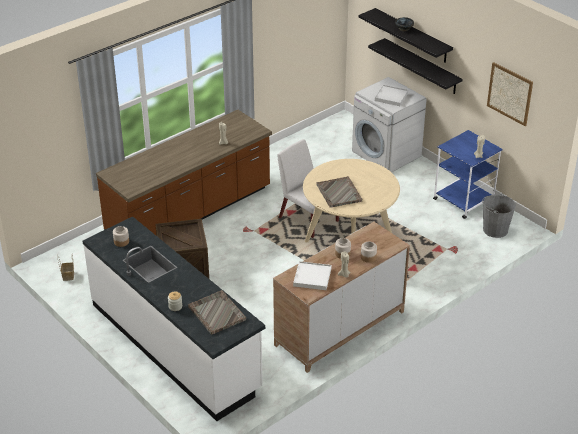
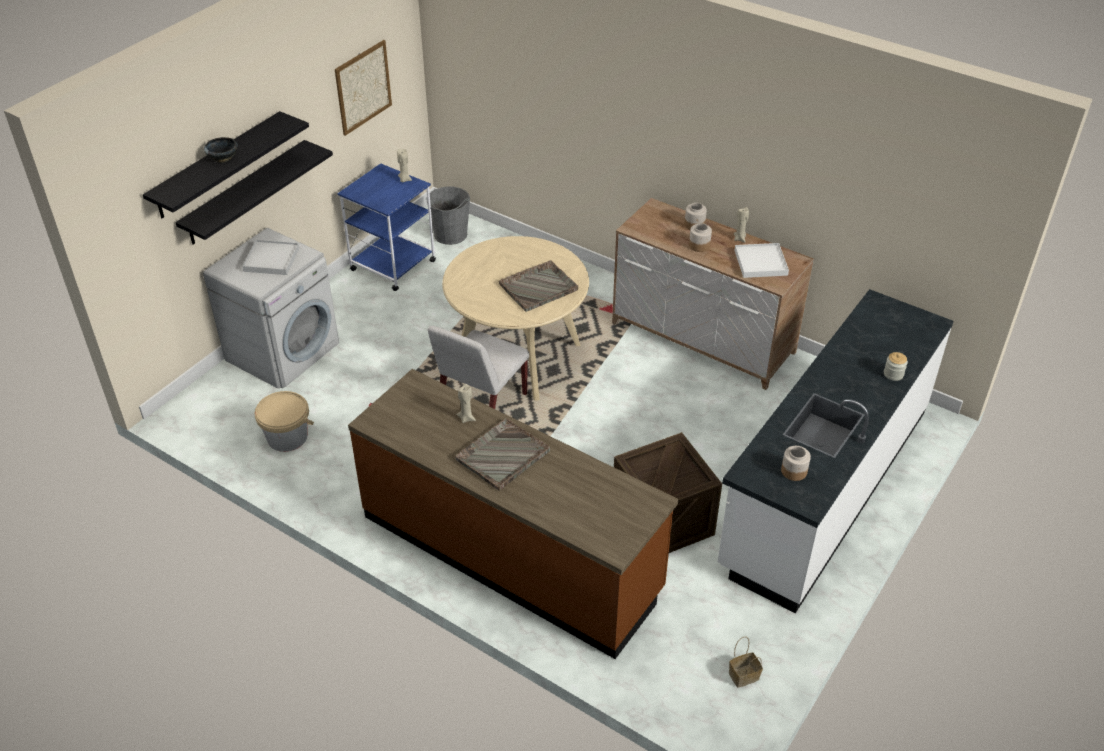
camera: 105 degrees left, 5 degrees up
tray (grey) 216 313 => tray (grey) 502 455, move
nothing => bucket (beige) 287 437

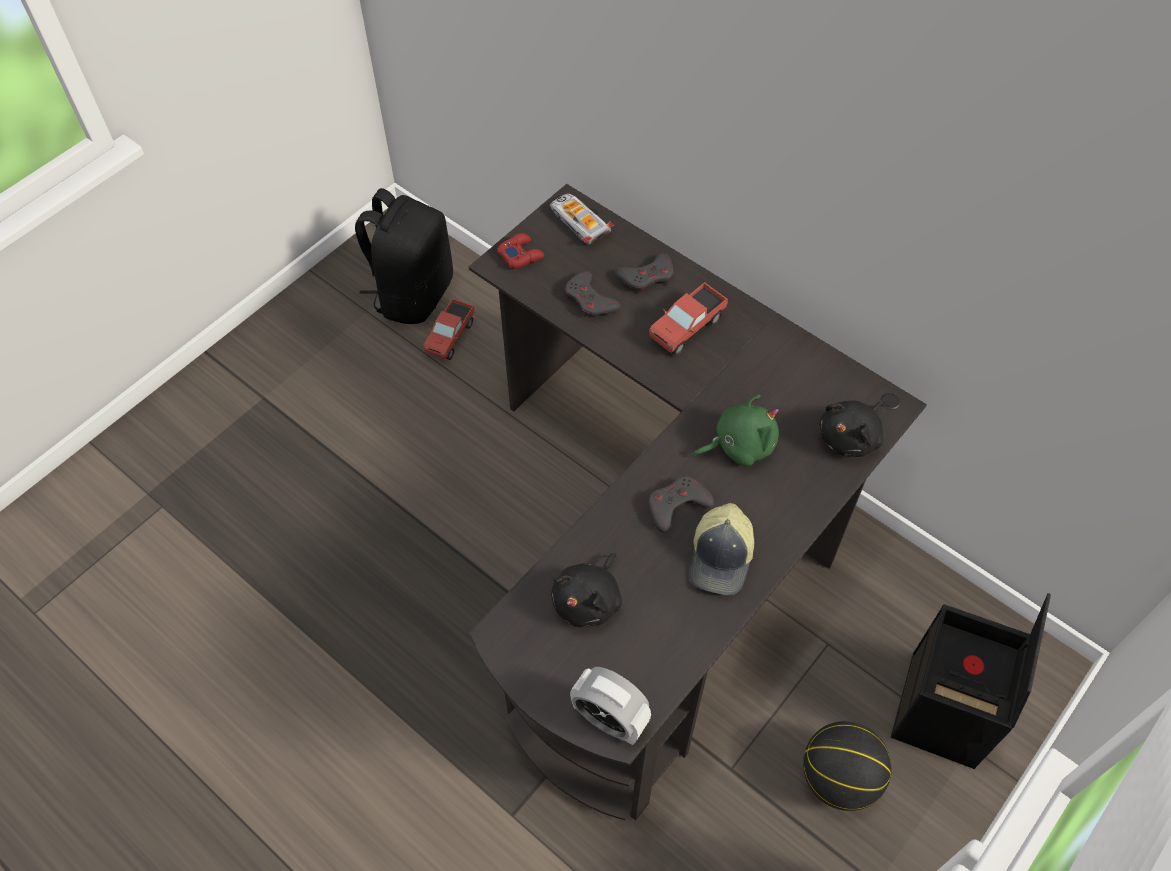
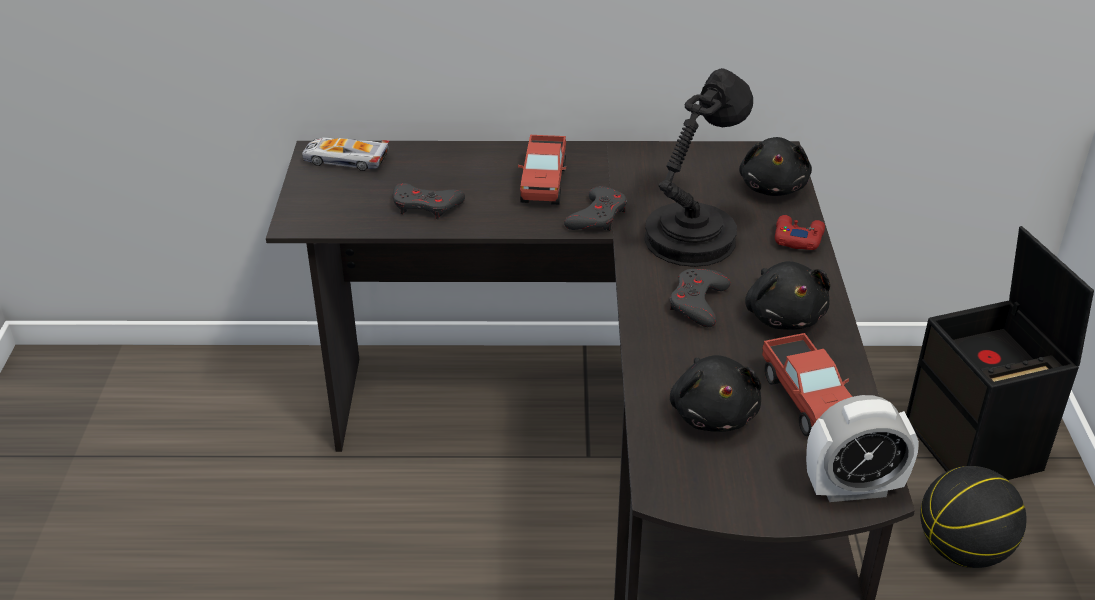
camera: 40 degrees left, 20 degrees down
backpack (black) 413 294 => nothing
game controller (red) 521 255 => game controller (red) 797 238, move
game controller (grey) 647 277 => game controller (grey) 597 216, move
toy truck 450 337 => toy truck 805 401, move
plush toy (green) 739 445 => table lamp (black) 693 236
cap 722 558 => plush toy (black) 784 316

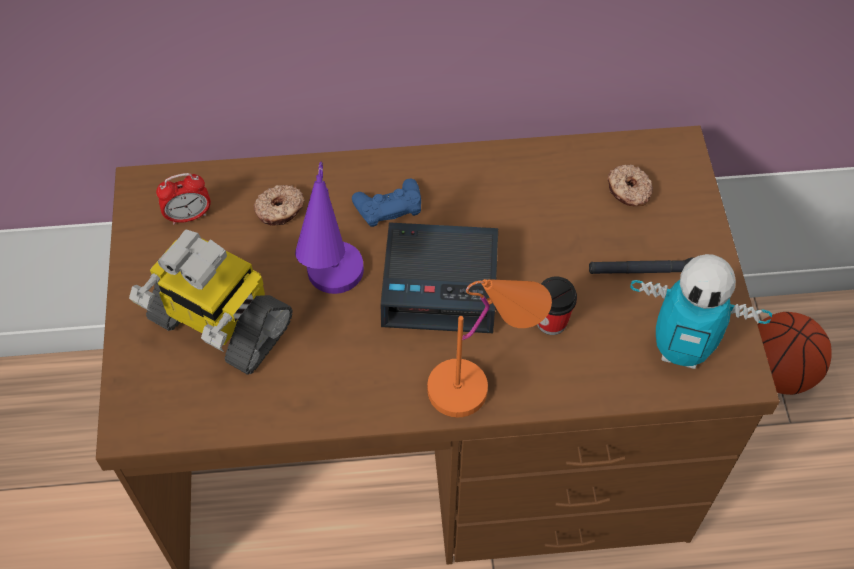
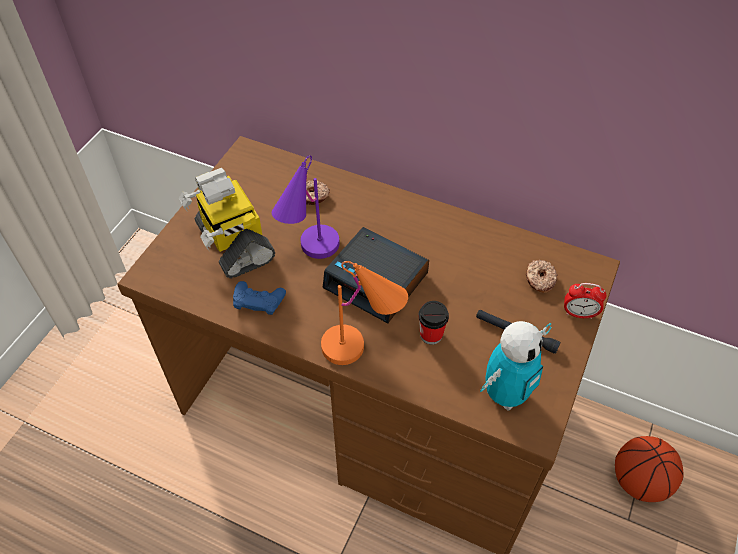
camera: 30 degrees right, 5 degrees down
alarm clock 189 216 => alarm clock 579 314, move
game controller (blue) 388 206 => game controller (blue) 258 300, move
toy robot 681 350 => toy robot 506 394, 90 degrees counterclockwise

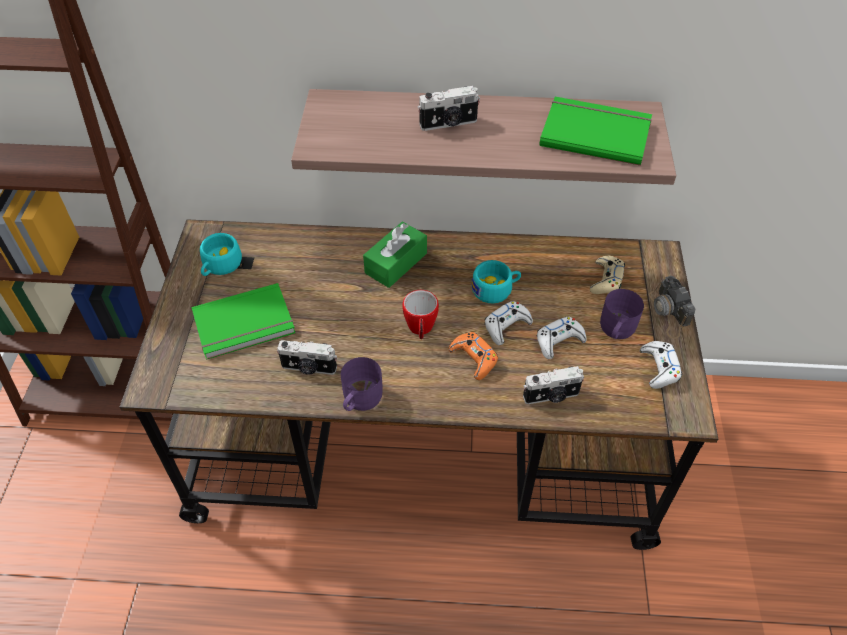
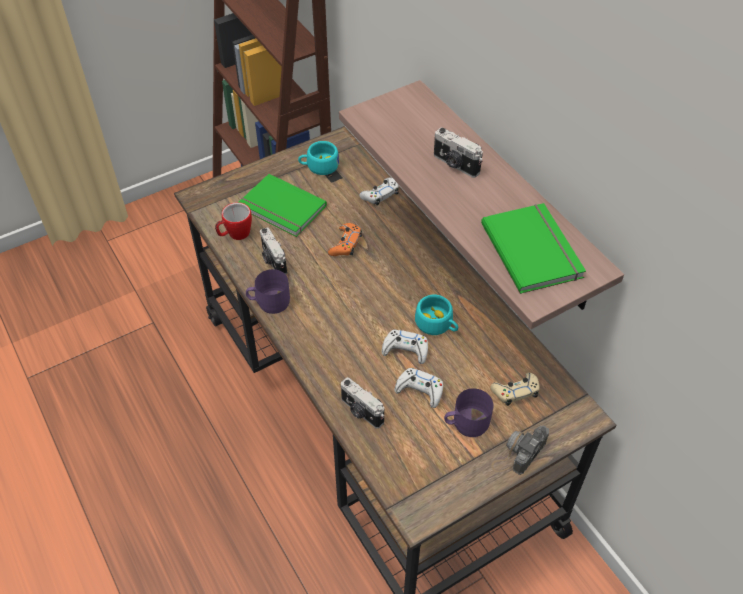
camera: 55 degrees right, 0 degrees up
tissue box (green) 396 263 => nothing
mug 420 329 => mug 235 234, move
game controller (orange) 474 358 => game controller (orange) 345 244, move
game controller (white) 659 368 => game controller (white) 380 195, move

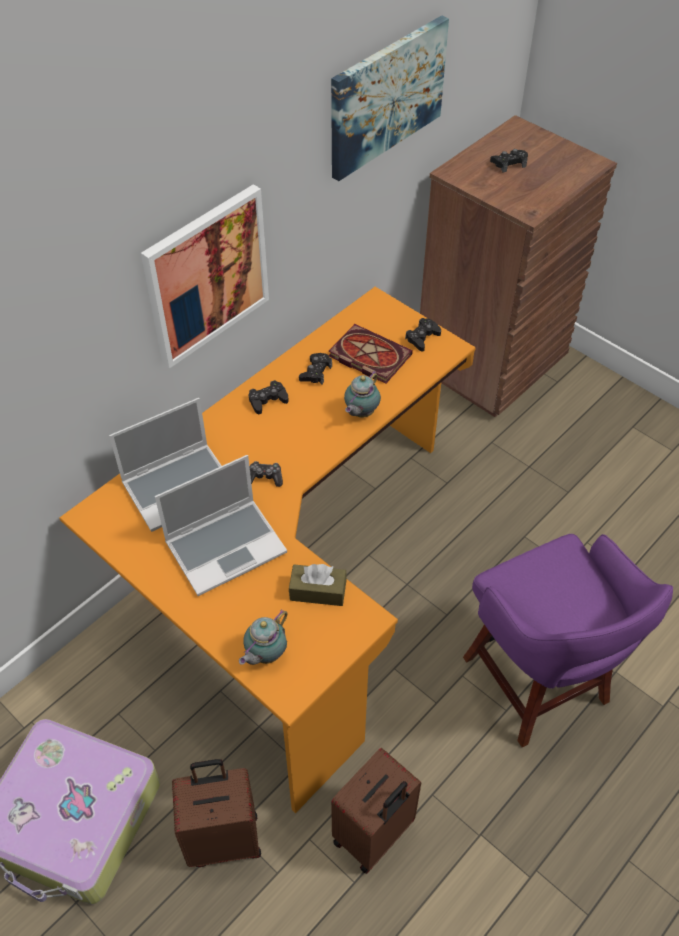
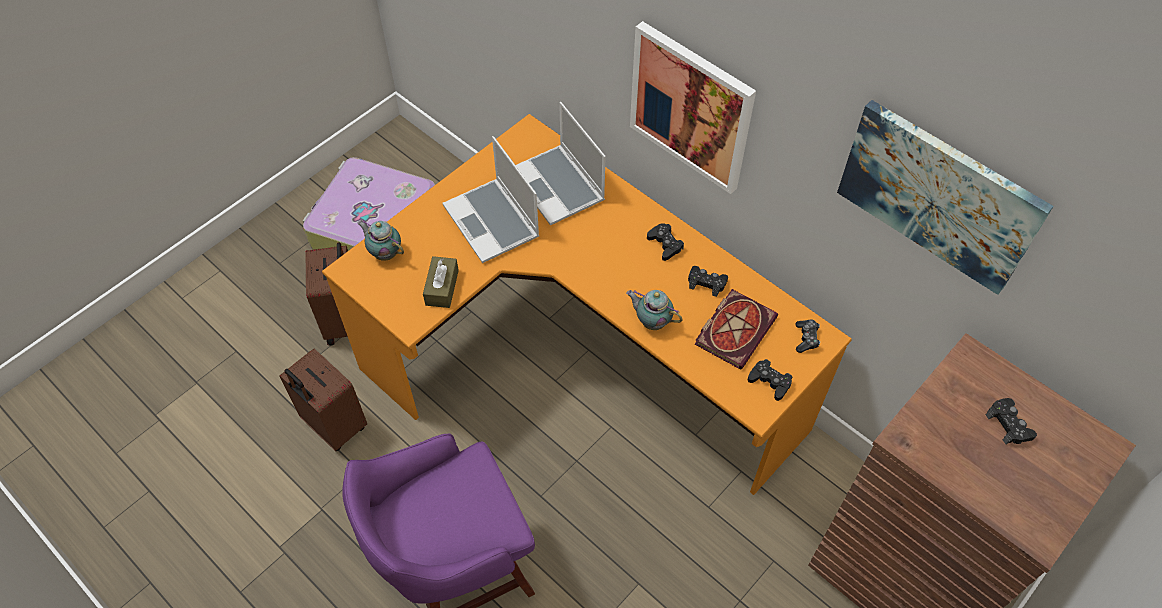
camera: 90 degrees right, 5 degrees up
game controller 265 477 => game controller 806 338, move

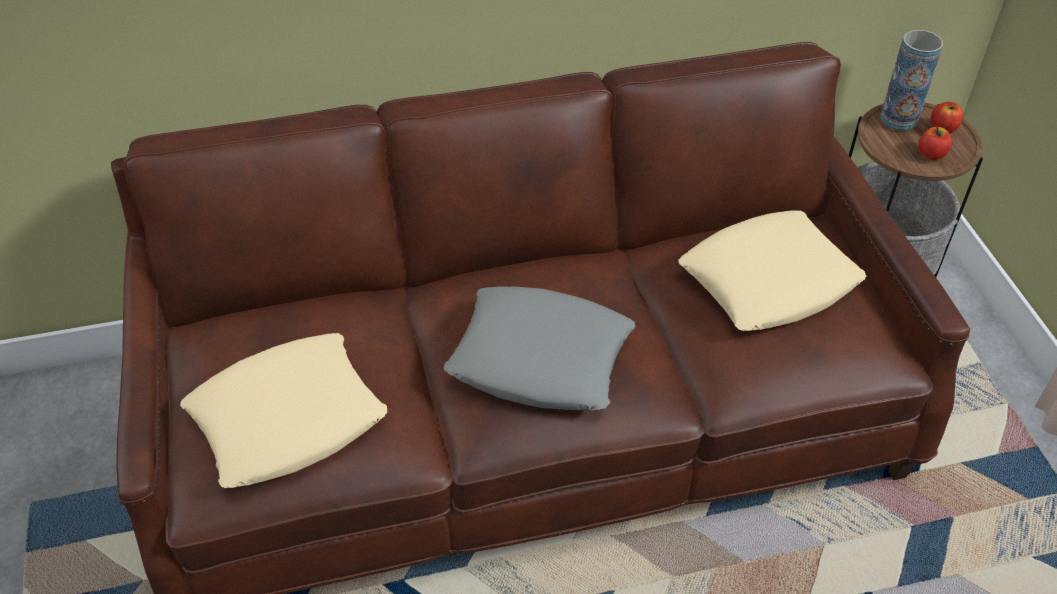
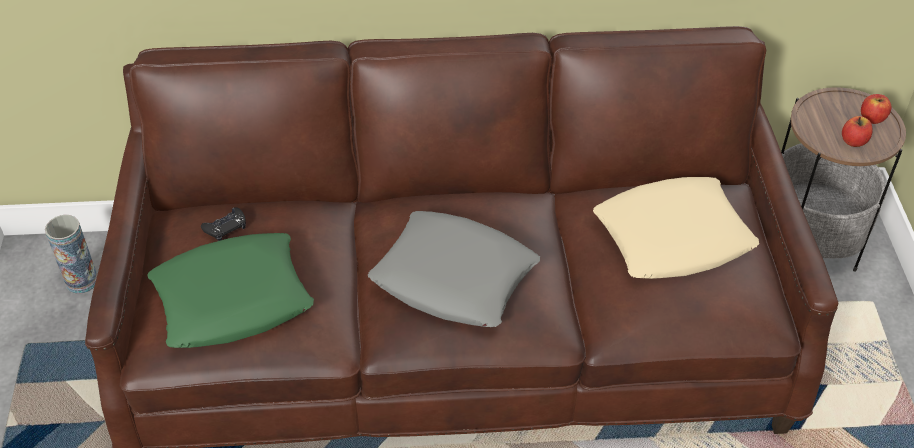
camera: 10 degrees right, 0 degrees up
vase 898 119 => vase 82 281, move
pillow (beige) 288 418 => pillow (green) 233 299
nothing => game controller (black) 225 227

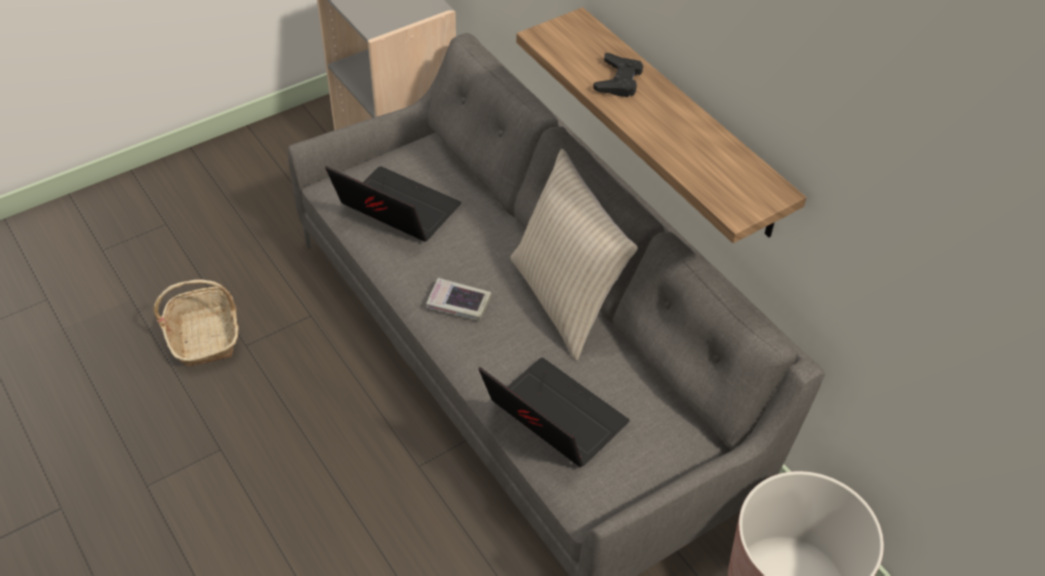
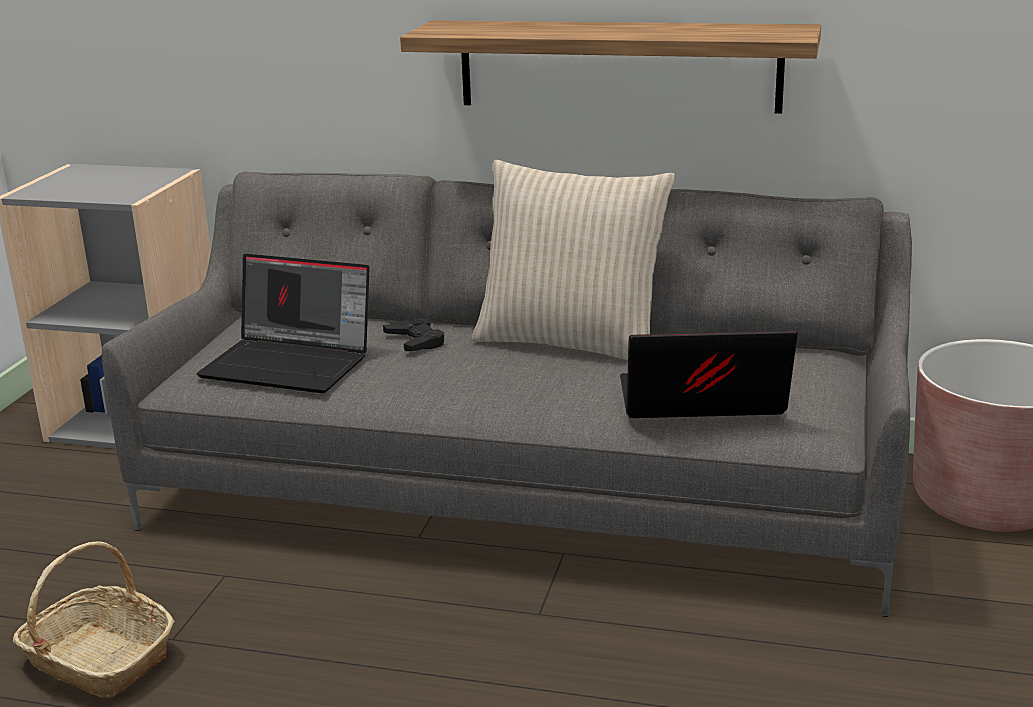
camera: 40 degrees left, 25 degrees down
game controller (black) 618 80 => game controller (black) 416 341, move
laptop 395 210 => laptop 291 363, 150 degrees counterclockwise
book 458 303 => nothing

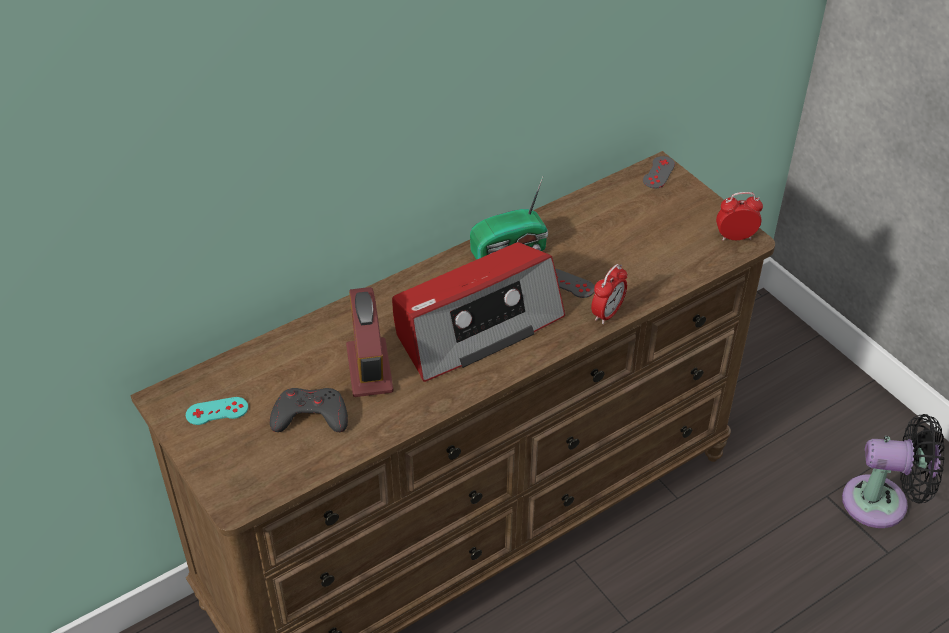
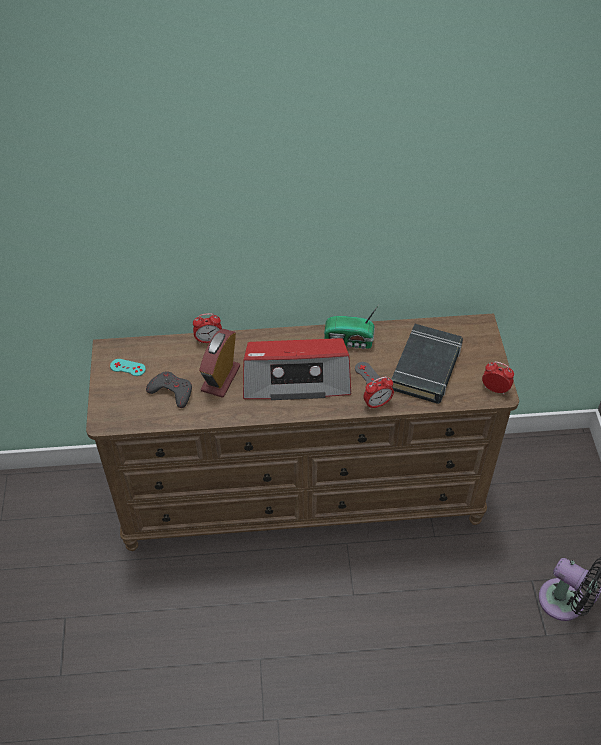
camera: 30 degrees right, 5 degrees up
game controller (grey) 658 172 => nothing
nothing => alarm clock 208 340
nothing => book (black) 426 368

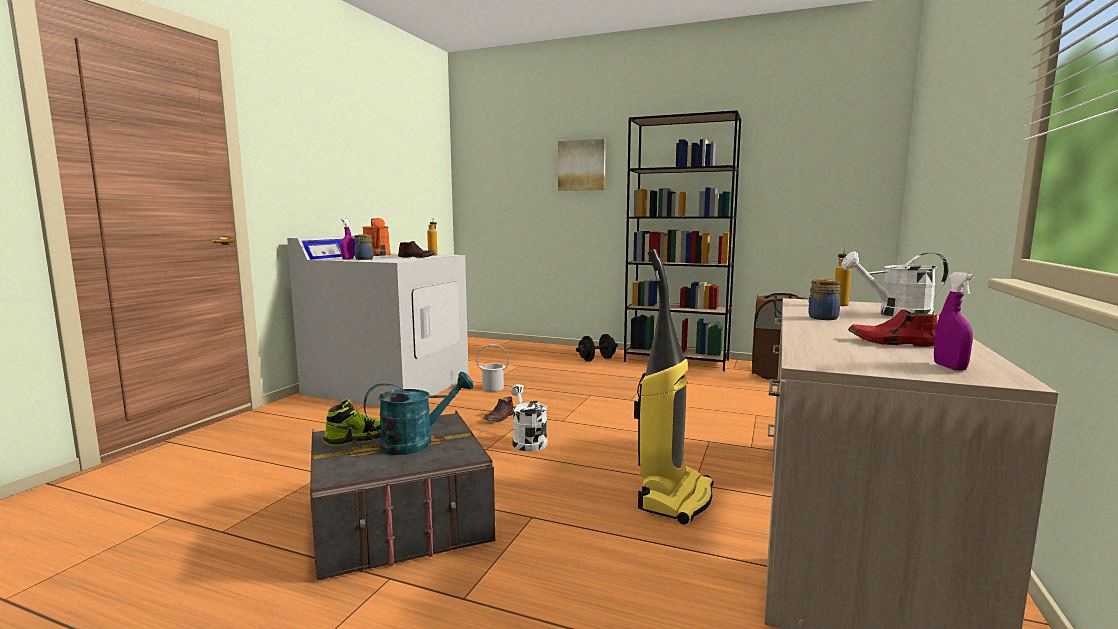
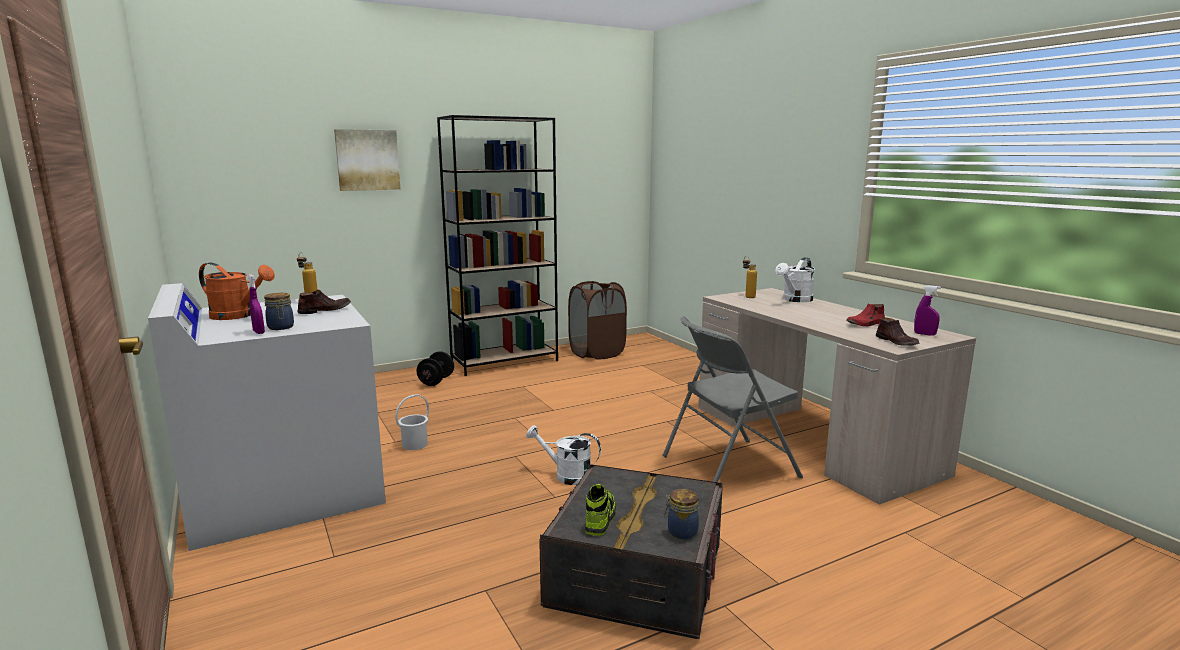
camera: 50 degrees left, 5 degrees up
vacuum cleaner 674 497 => chair (grey) 729 466
jar 822 318 => jar 681 531, move
watering can (turquoise) 416 443 => nothing
shoe (brown) 500 417 => shoe (brown) 897 342, move

